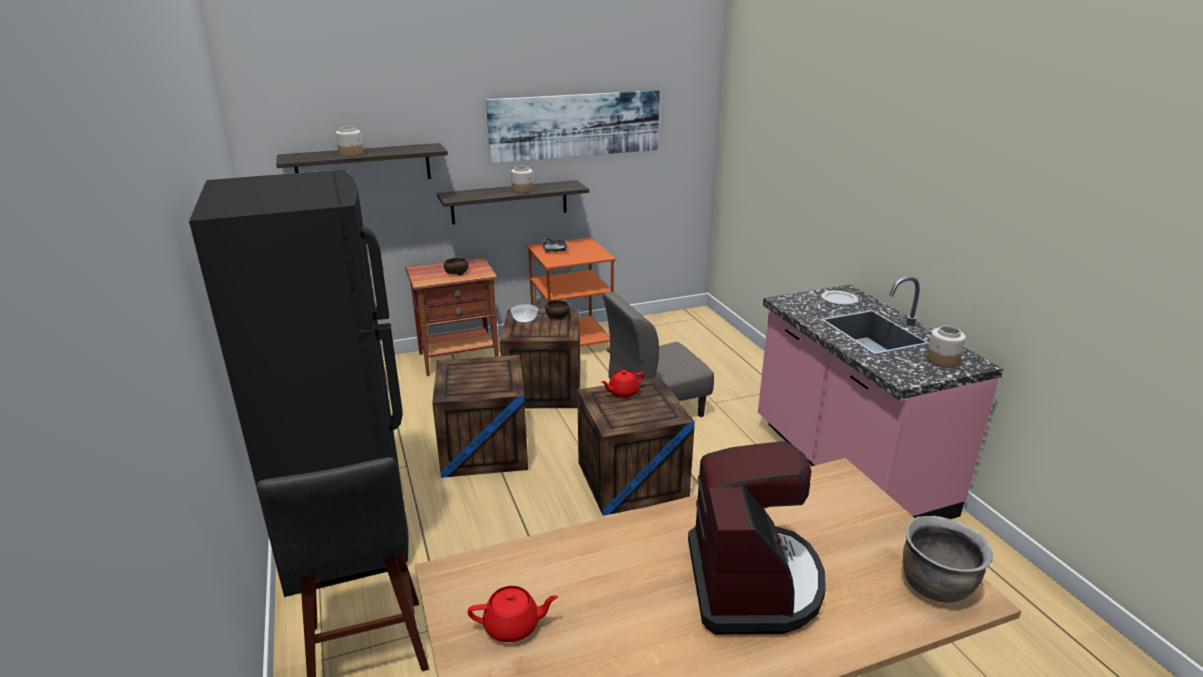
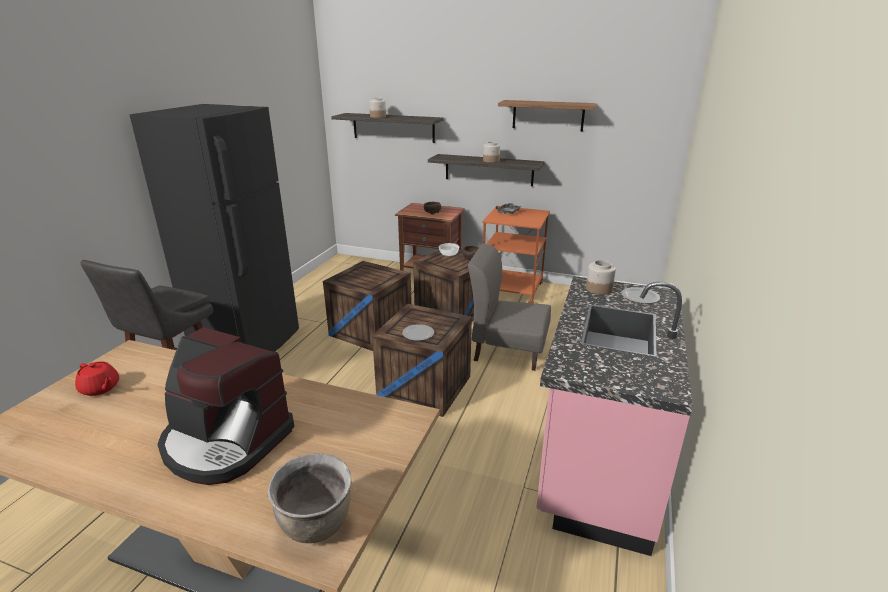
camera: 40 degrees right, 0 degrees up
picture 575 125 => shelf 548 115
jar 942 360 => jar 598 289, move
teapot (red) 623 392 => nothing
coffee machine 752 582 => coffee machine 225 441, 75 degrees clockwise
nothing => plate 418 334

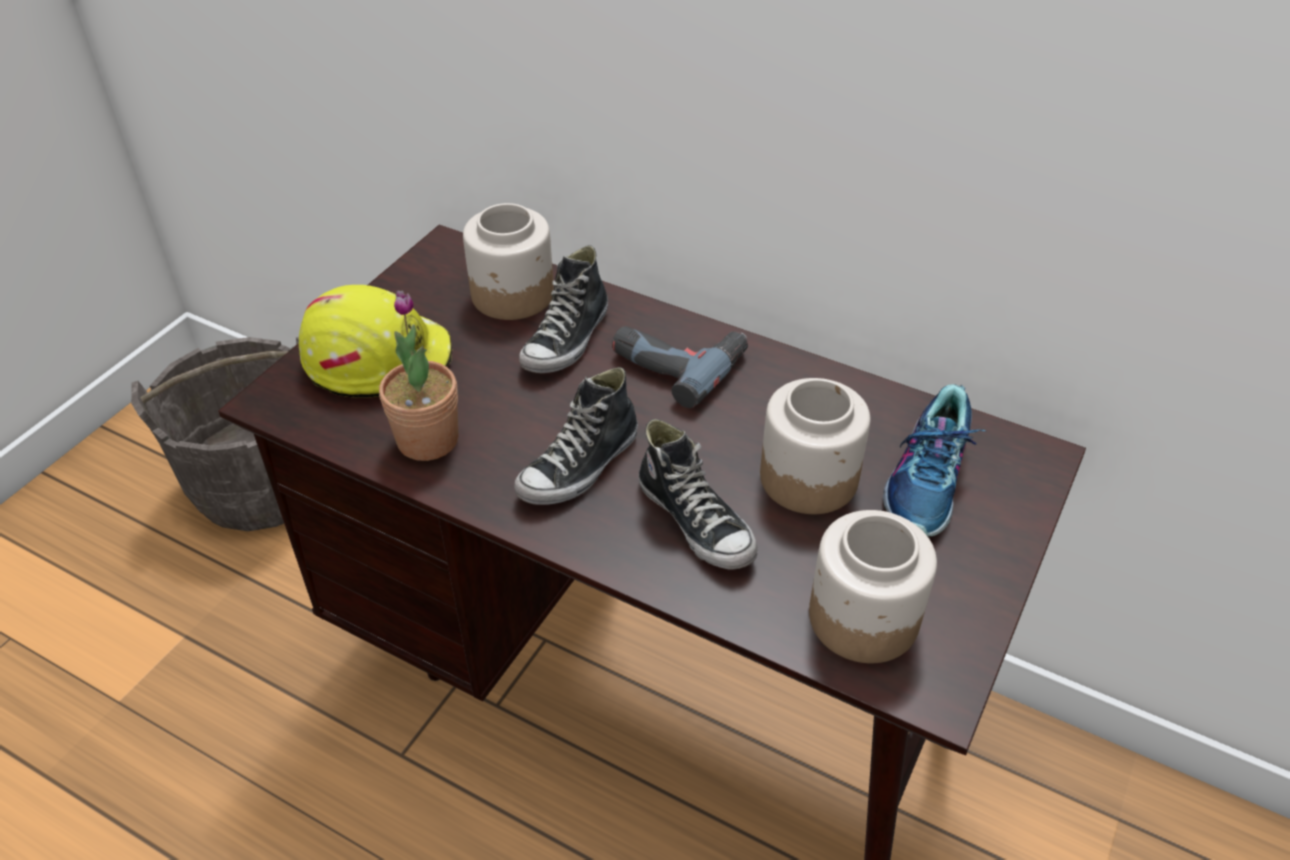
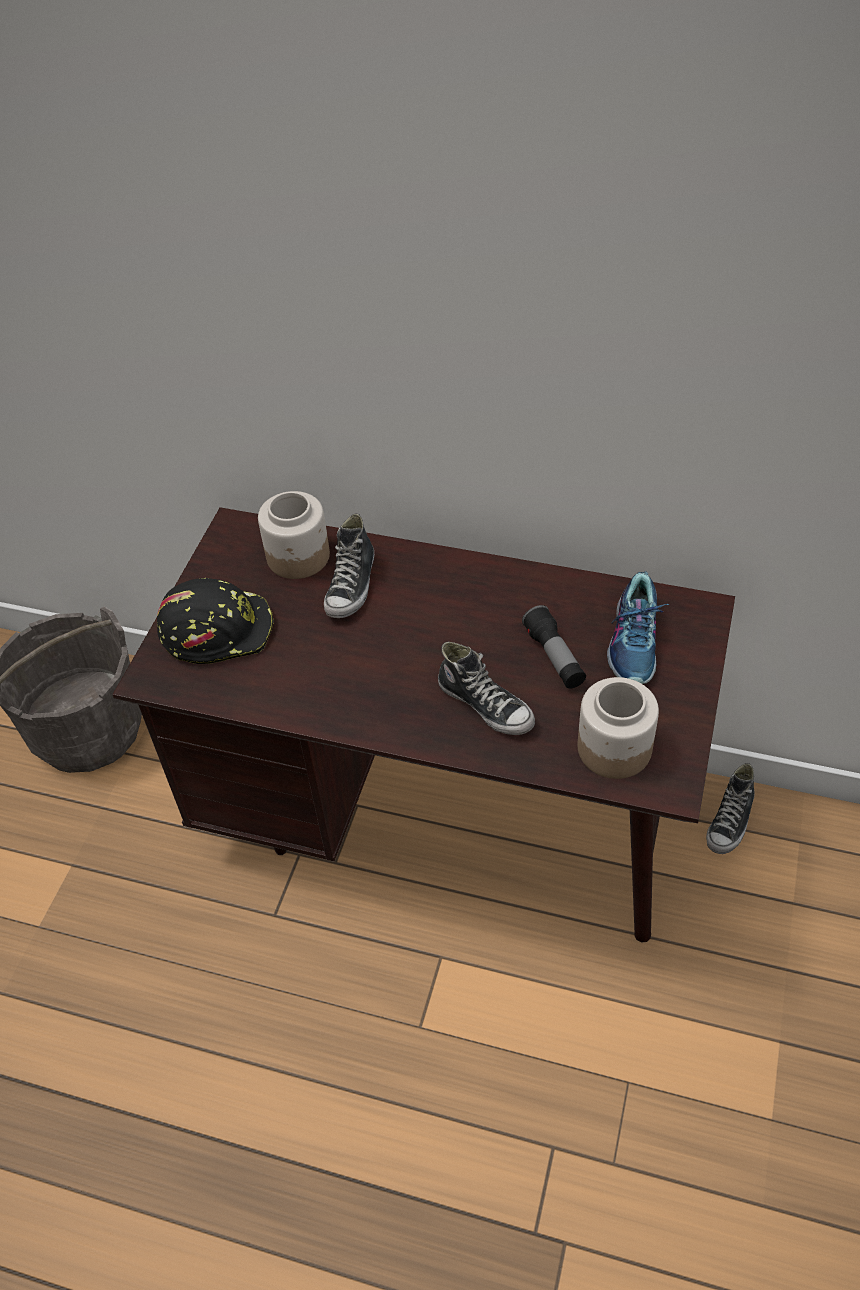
camera: 10 degrees left, 5 degrees up
hard hat (yellow) 379 360 => hard hat (black) 217 630
potted plant 428 440 => nothing
power drill 678 361 => nothing
shoe 580 467 => shoe 730 822, move
jar 809 477 => flashlight 554 657

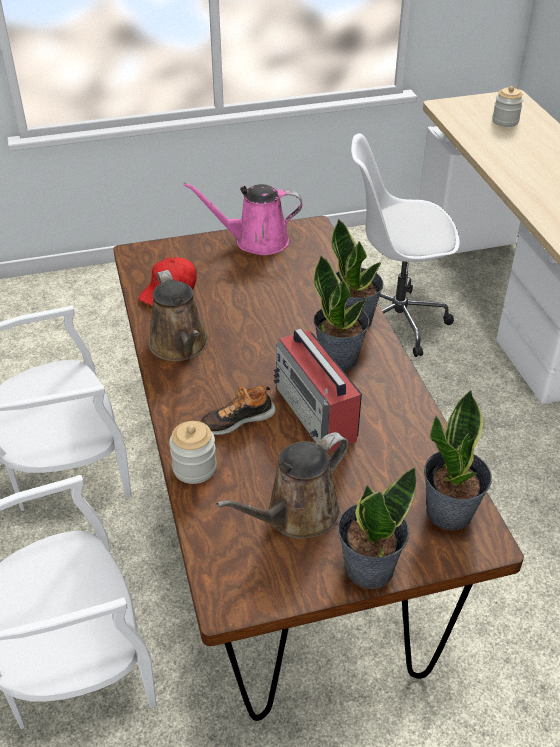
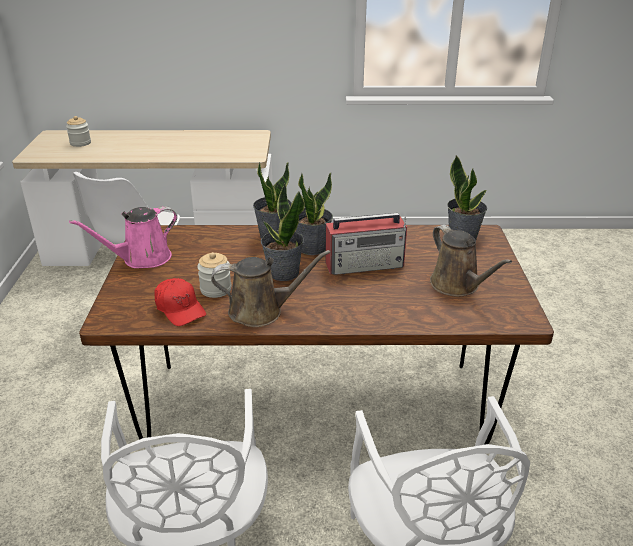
camera: 75 degrees left, 10 degrees down
watering can (pink) 256 241 => watering can (pink) 142 259, 45 degrees clockwise
shoe 237 420 => nothing
jar 194 468 => jar 216 289, move
potted plant 368 567 => potted plant 283 273, move

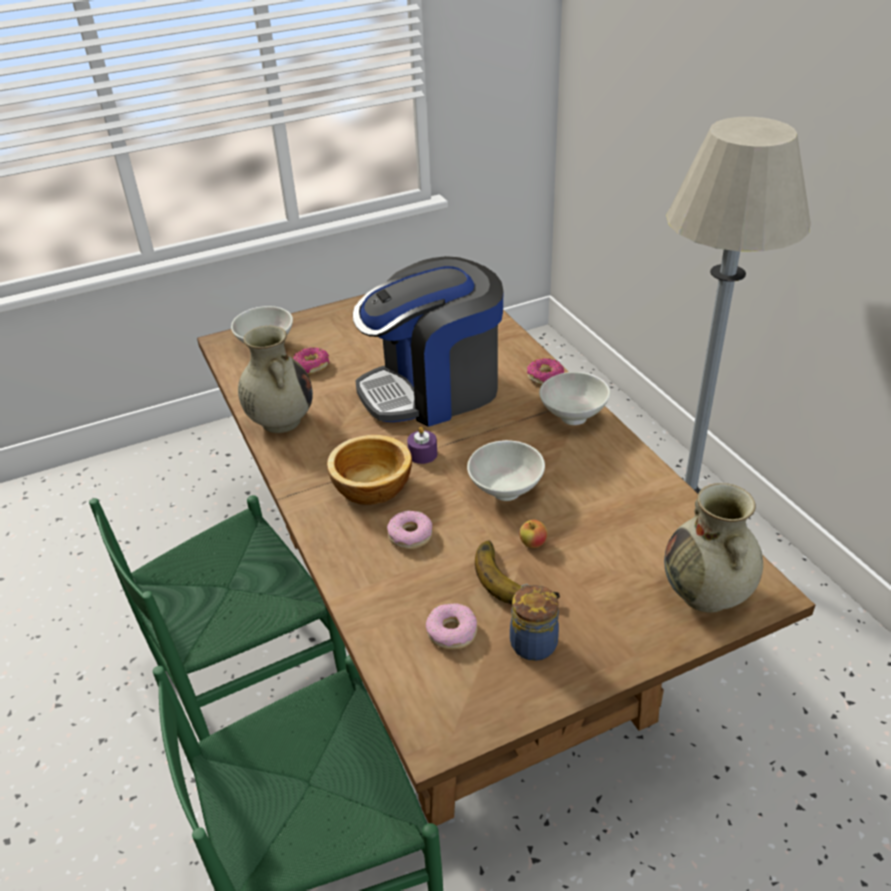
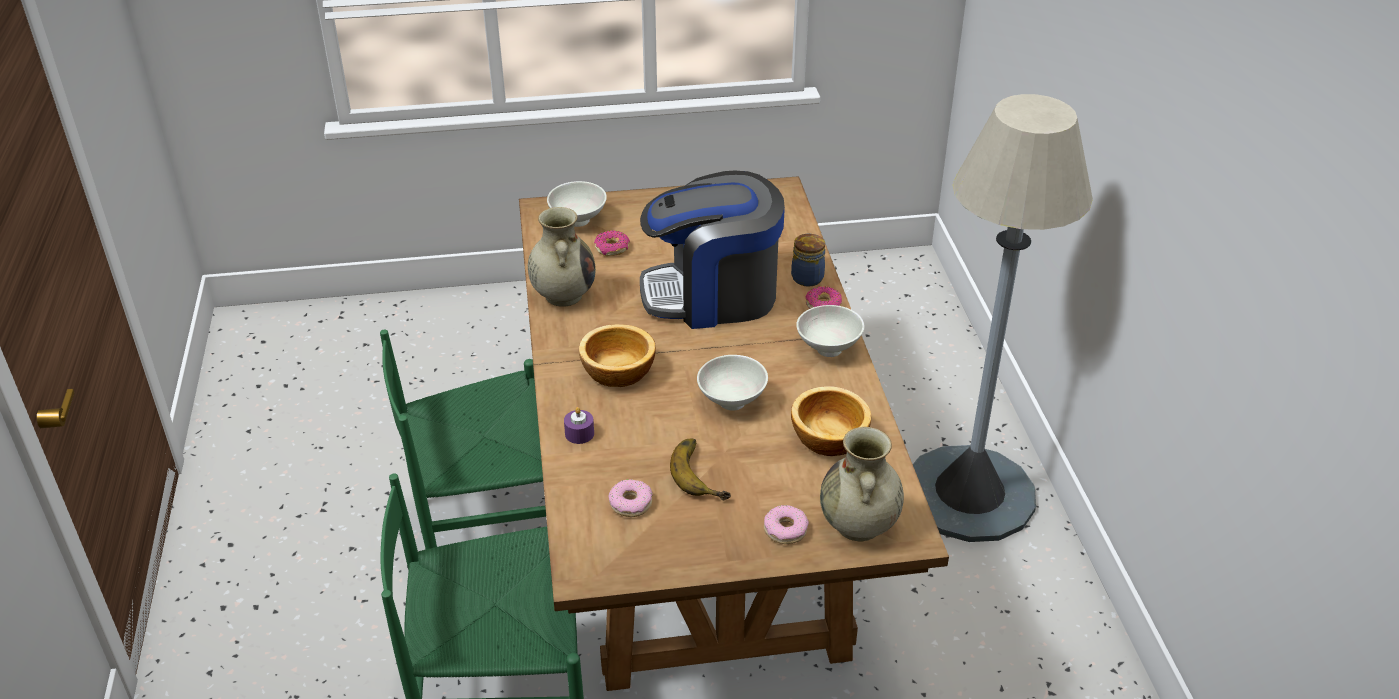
camera: 15 degrees right, 0 degrees up
candle (purple) 422 454 => candle (purple) 579 434, move
donut 410 535 => donut 785 530, move
apple 533 543 => nothing
jar 532 642 => jar 807 277, move
nothing => bowl 827 438

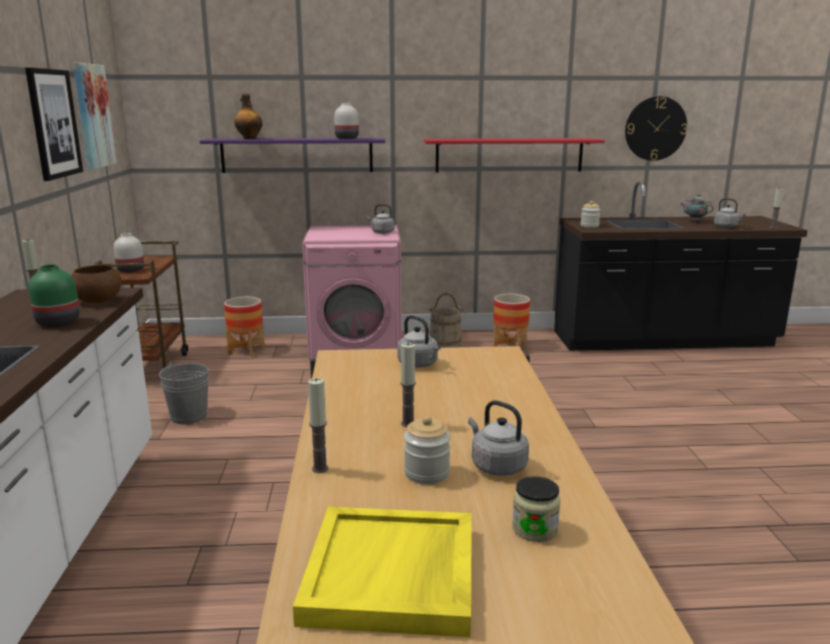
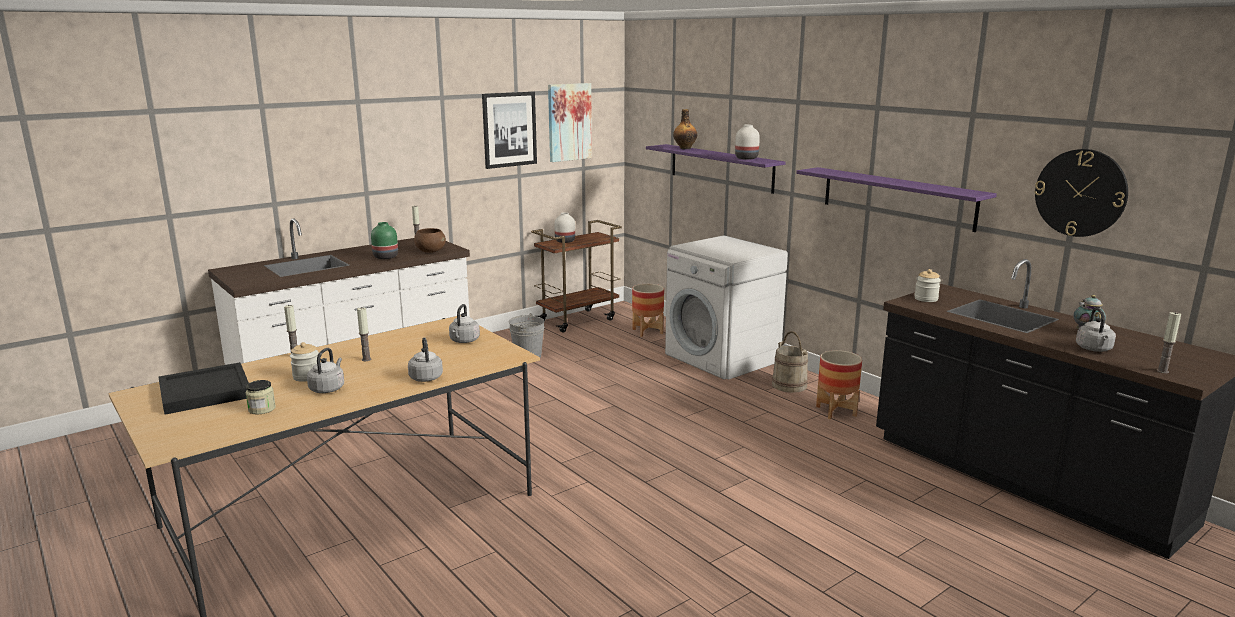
camera: 55 degrees right, 0 degrees up
shelf (red) 509 155 => shelf (purple) 897 198
kettle (grey) 381 232 => kettle (grey) 426 377, move
washing machine (pink) 357 346 => washing machine (white) 720 358
tray (yellow) 392 575 => tray (black) 204 392

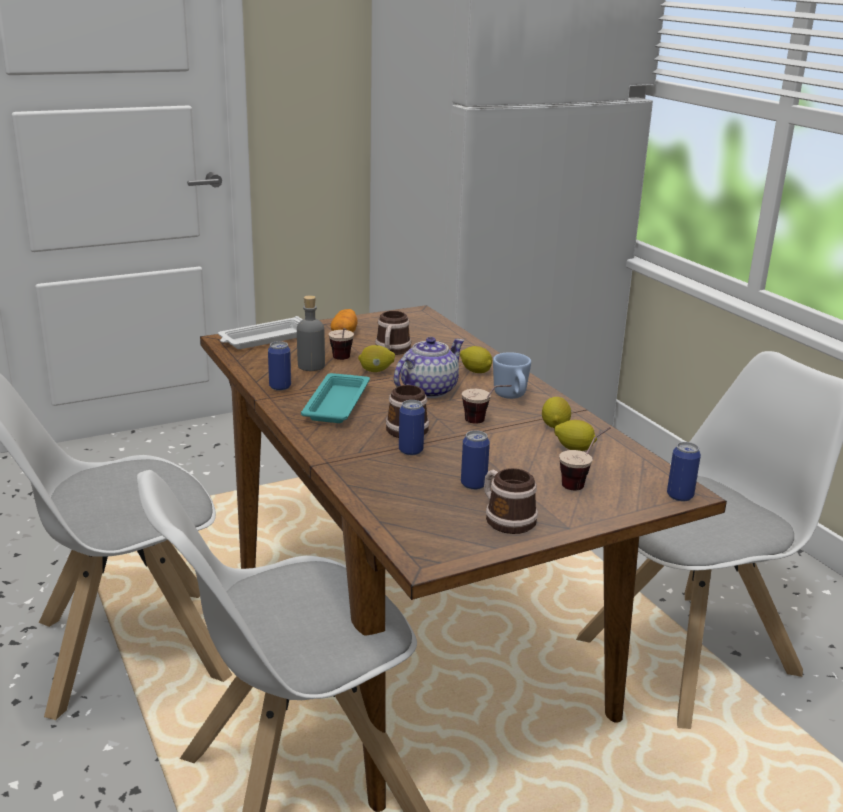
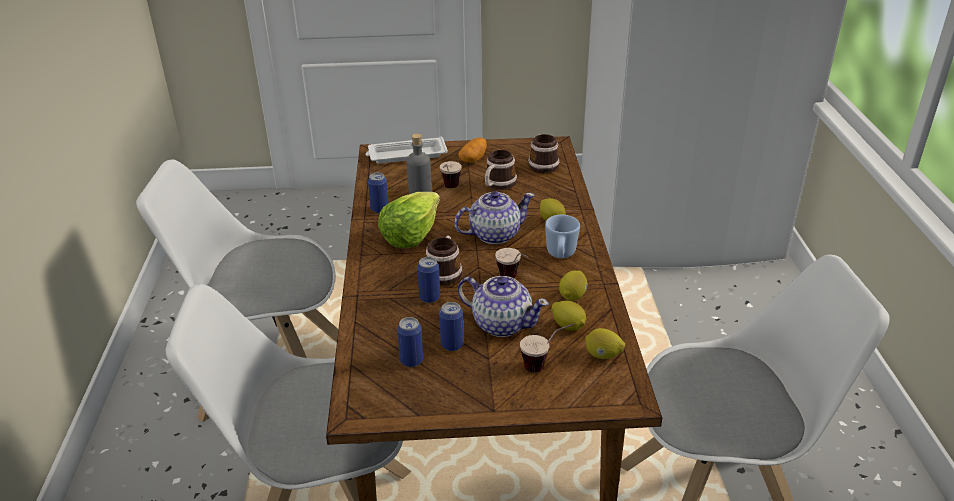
camera: 25 degrees right, 10 degrees up
lemon 376 371 => lemon 603 355, move
tray (turquoise) 337 403 => lettuce 410 235
can 680 496 => can 411 360, move
mug 505 518 => mug 542 164, move
nothing => teapot 501 323

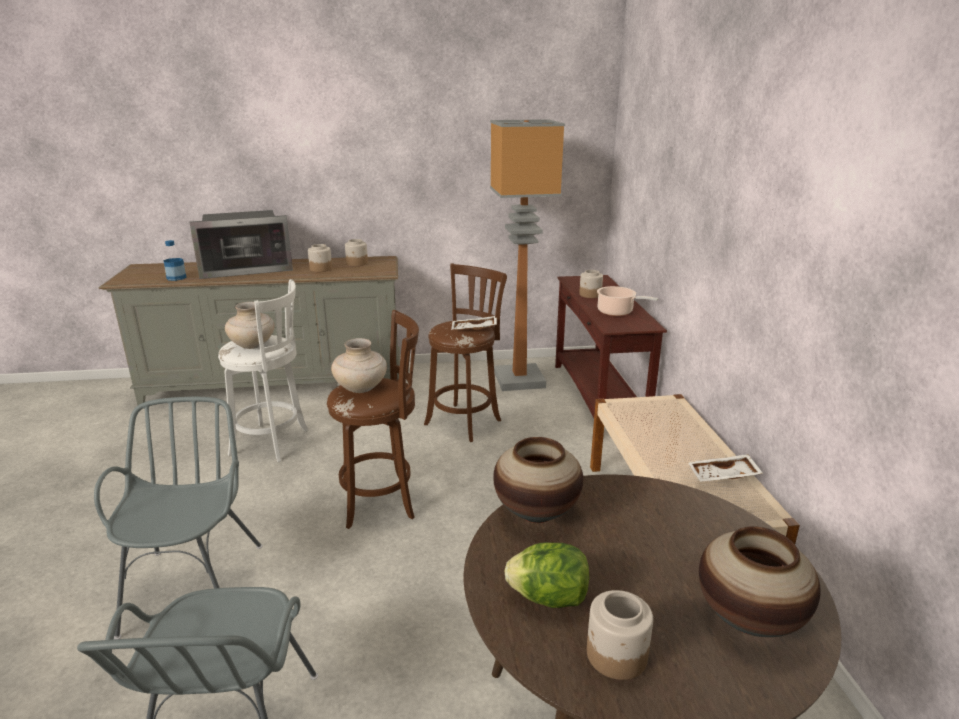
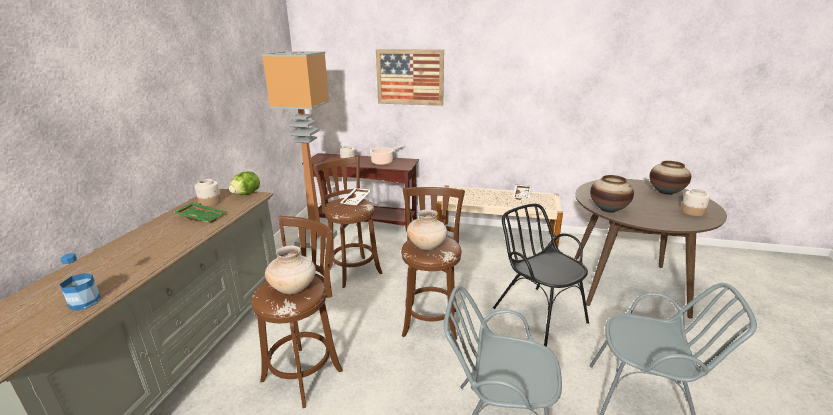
camera: 70 degrees left, 0 degrees up
microwave 246 268 => nothing
jar 321 269 => tray (green) 202 217
stool (white) 273 443 => stool (brown) 305 373
lettuce 549 598 => lettuce 246 194, move
nothing => picture 410 77
nothing => chair (black) 536 314

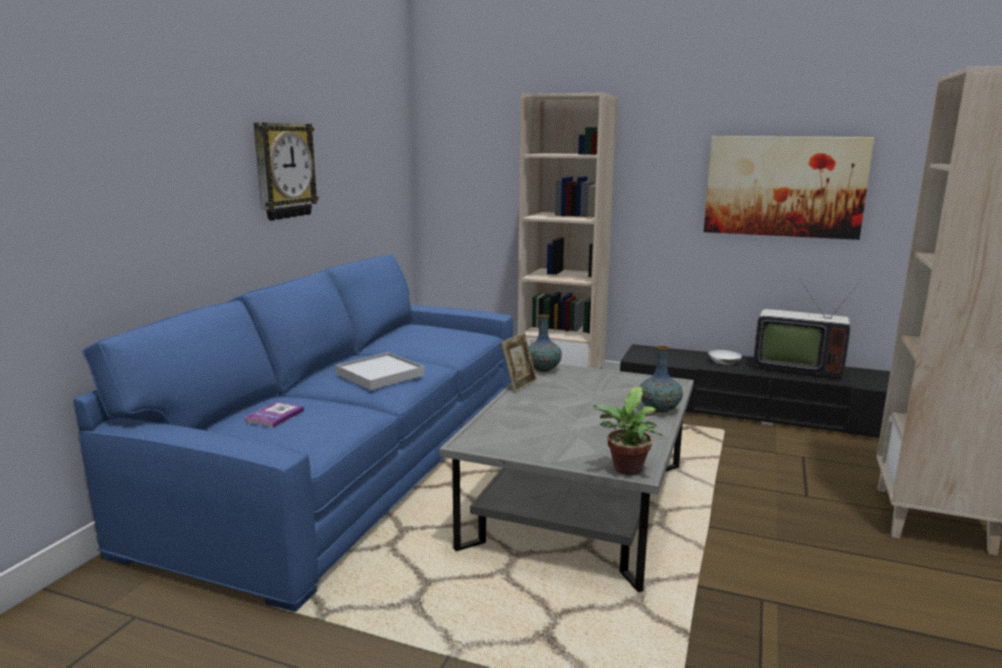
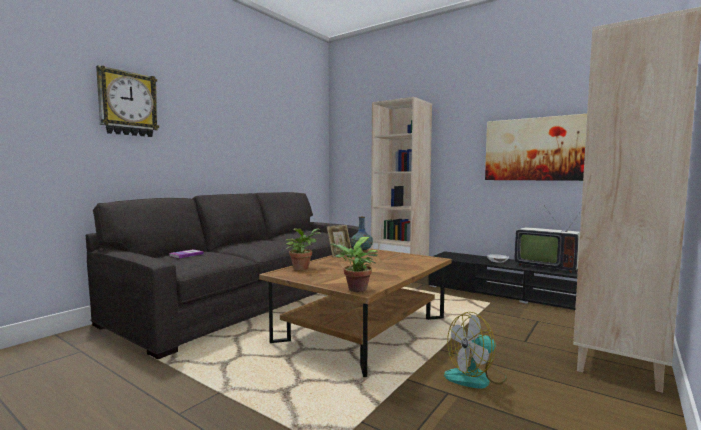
camera: 15 degrees right, 10 degrees down
wall clock 284 171 => wall clock 128 104, move
sofa (blue) 353 460 => sofa (grey) 253 298
vase 659 409 => nothing
tray (white) 379 375 => nothing
coffee table (grey) 578 505 => coffee table (brown) 363 330
nothing => potted plant 302 268
nothing => fan 476 377

